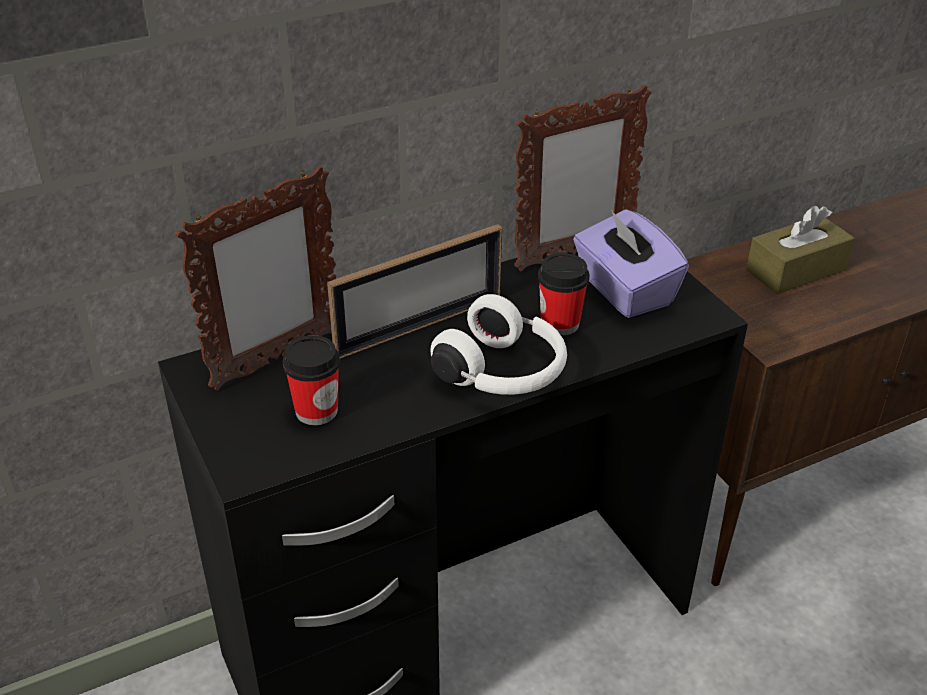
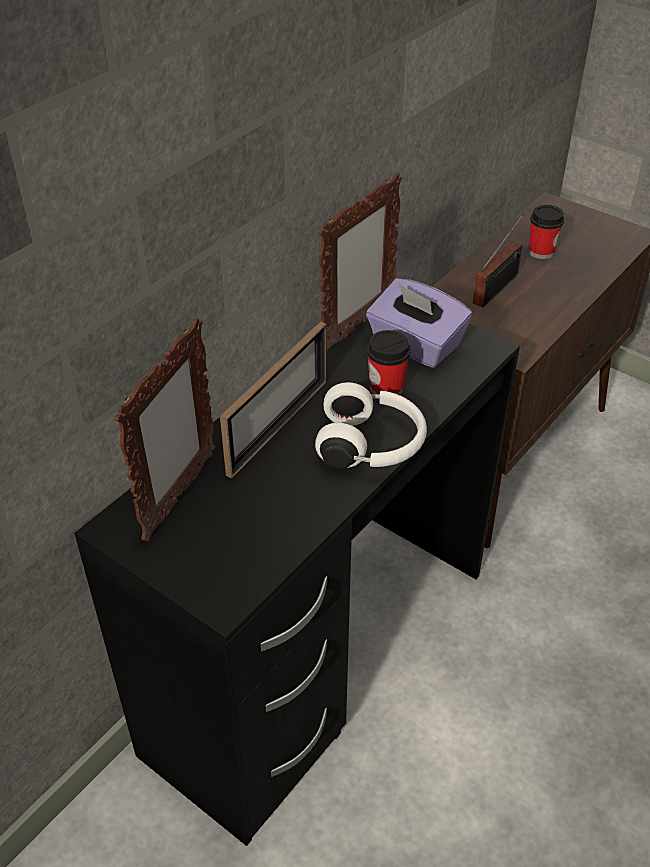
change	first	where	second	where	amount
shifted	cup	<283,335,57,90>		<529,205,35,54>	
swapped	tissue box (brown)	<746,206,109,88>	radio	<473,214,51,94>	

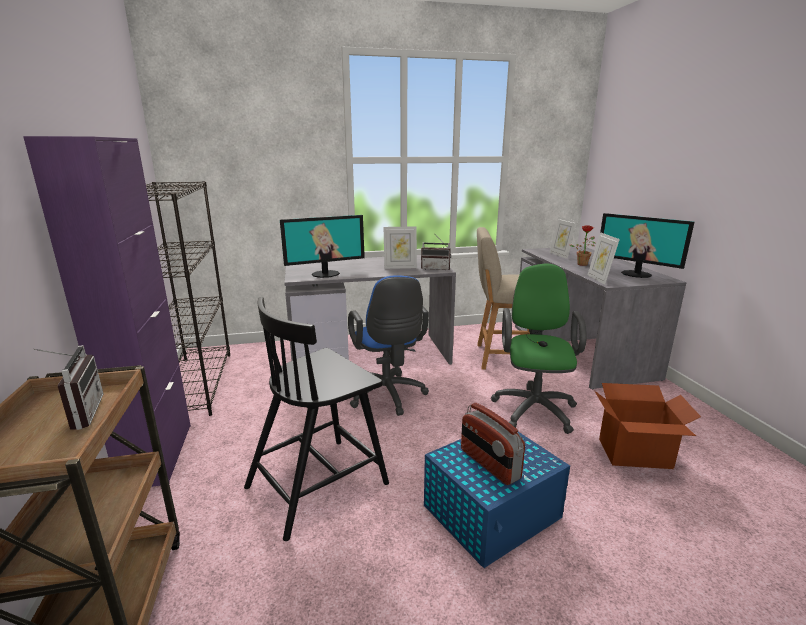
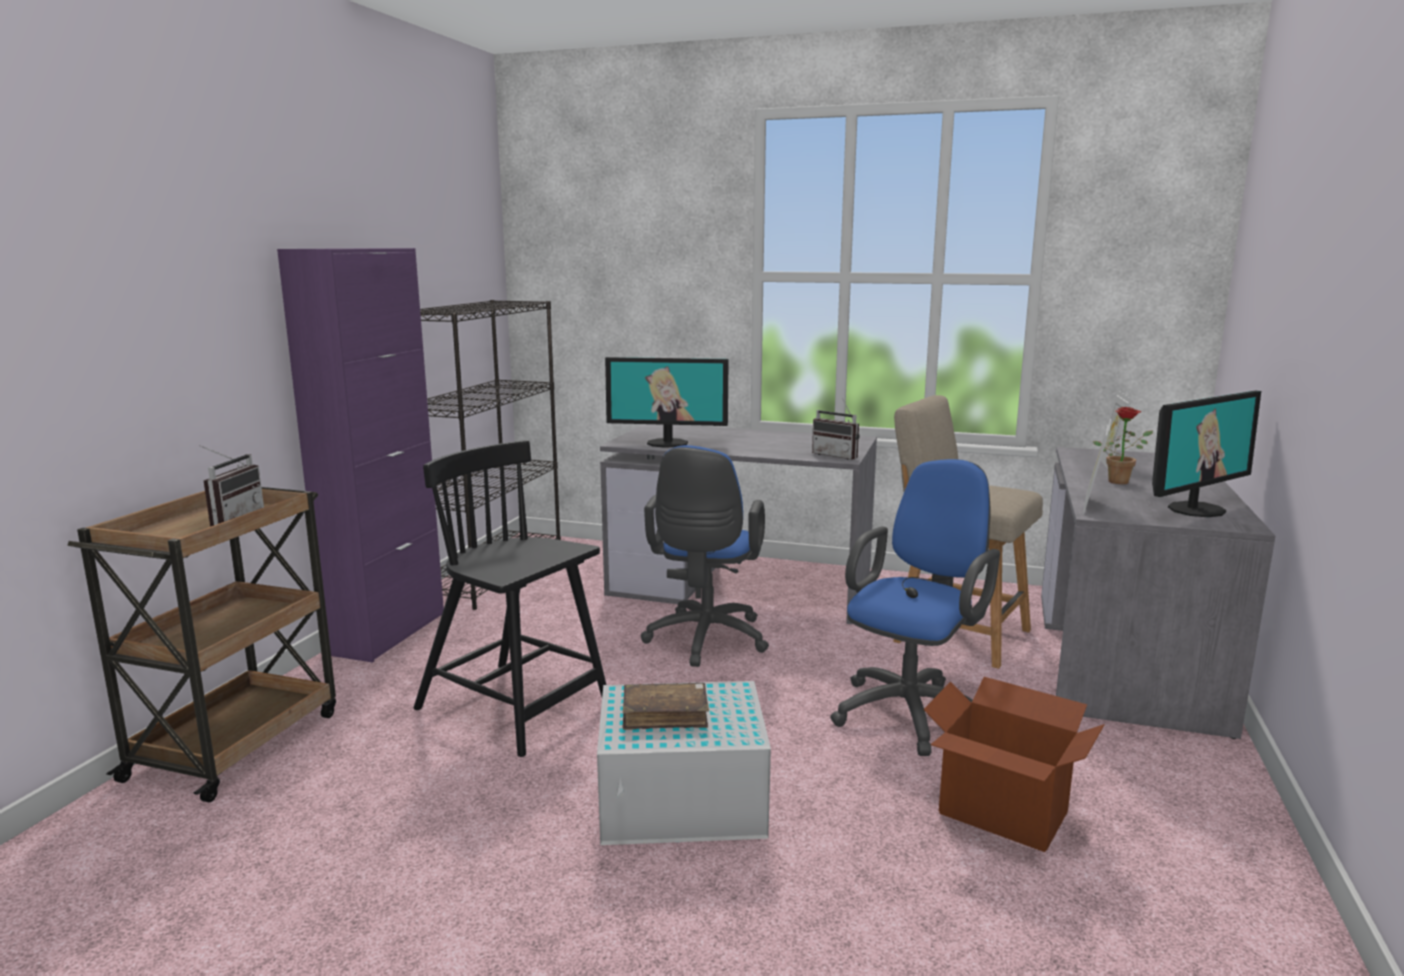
change	first	where	second	where	amount
rotated	chair (black)	<244,297,145,244>		<414,440,192,317>	45 degrees clockwise
gone	picture frame	<384,226,33,43>			
repainted	storage box (blue)	<424,432,146,136>	storage box (white)	<597,681,174,164>	
swapped	radio	<461,403,64,82>	book (brown)	<623,683,86,47>	
repainted	office chair (green)	<491,264,96,170>	office chair (blue)	<830,459,170,297>	
rotated	monitor	<600,213,94,65>		<1152,390,109,127>	105 degrees counterclockwise

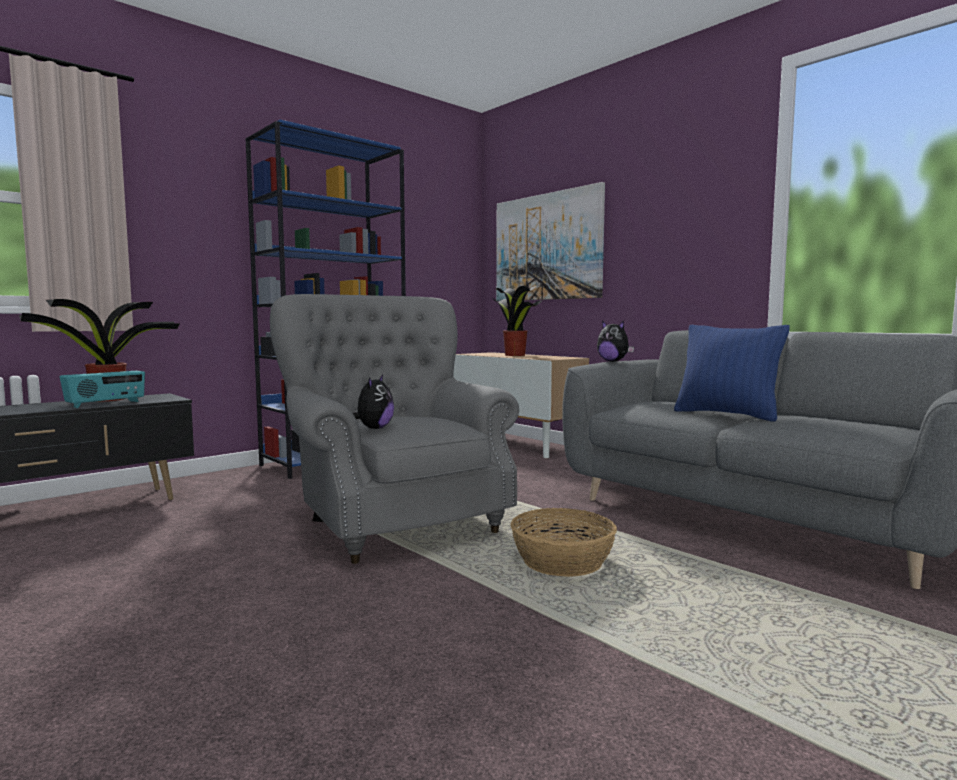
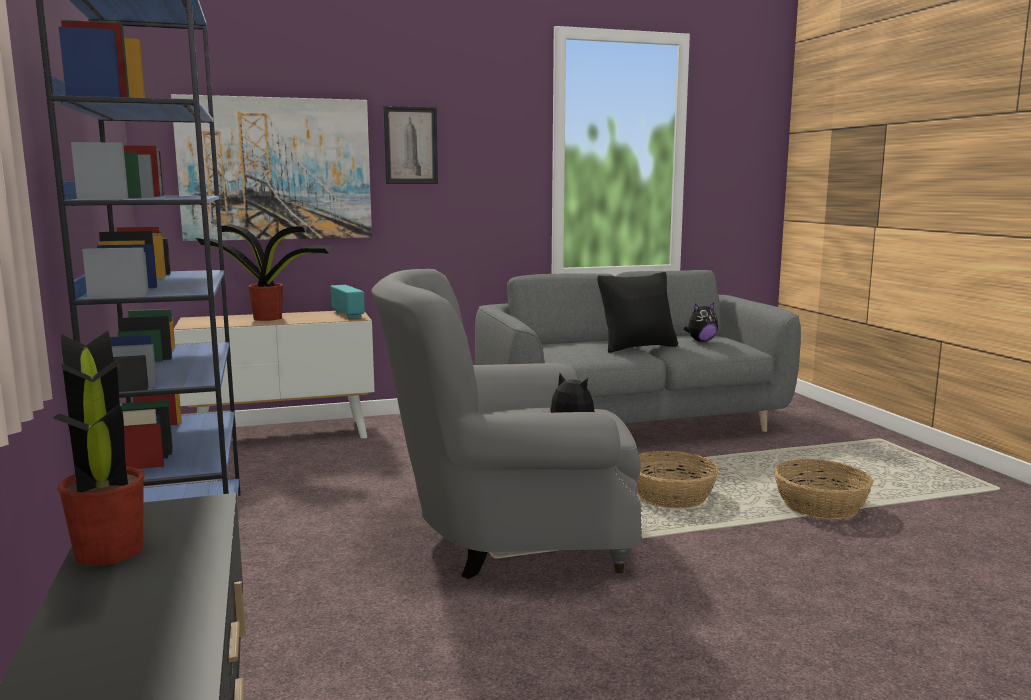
change	first	where	second	where	amount
shifted	radio	<60,371,85,37>		<330,285,34,34>	
shifted	plush toy	<597,321,37,41>		<684,303,34,39>	
repainted	pillow (blue)	<674,325,116,97>	pillow (black)	<597,272,81,81>	
new			picture	<383,106,55,78>	
new			basket	<774,459,99,61>	

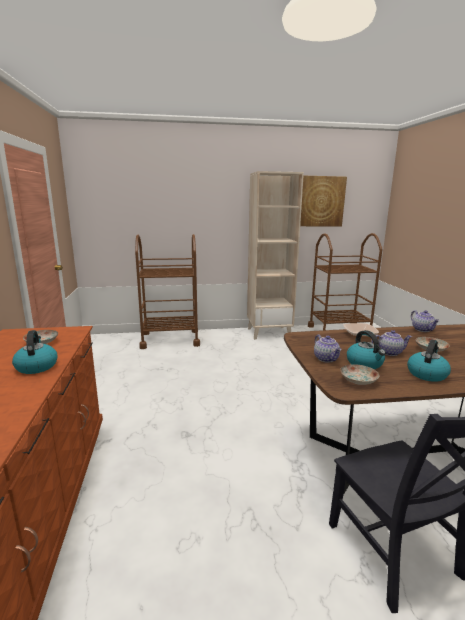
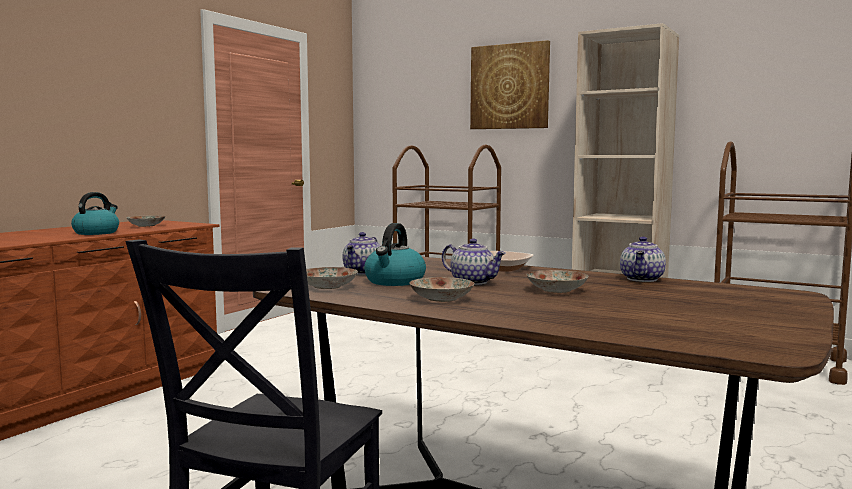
change	first	where	second	where	amount
shifted	picture	<300,176,47,51>		<470,40,80,89>	
swapped	kettle	<407,339,44,43>	plate	<409,277,66,25>	

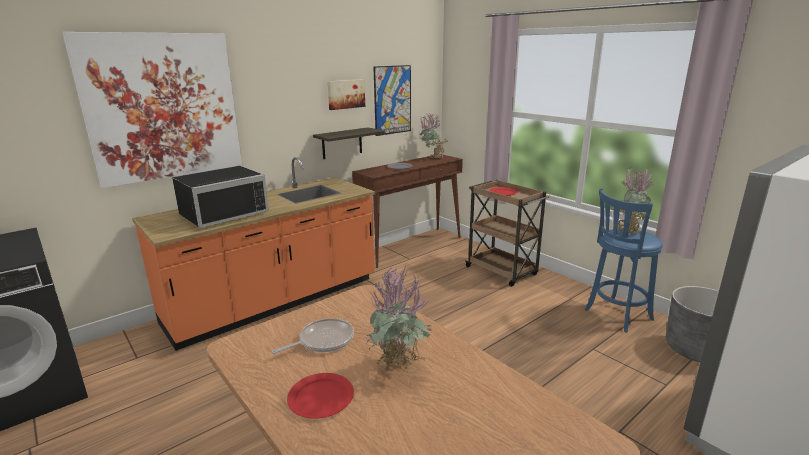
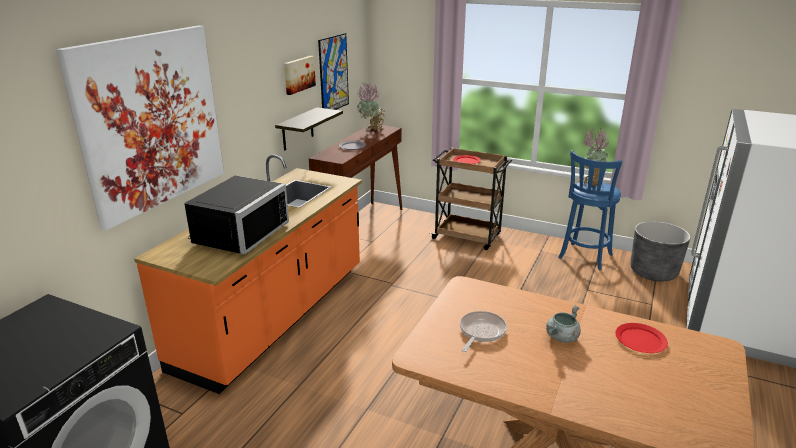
change	first	where	second	where	amount
shifted	plate (red)	<287,373,67,46>		<615,323,53,30>	
swapped	potted plant	<364,265,67,108>	cooking pot (grey)	<546,305,34,38>	

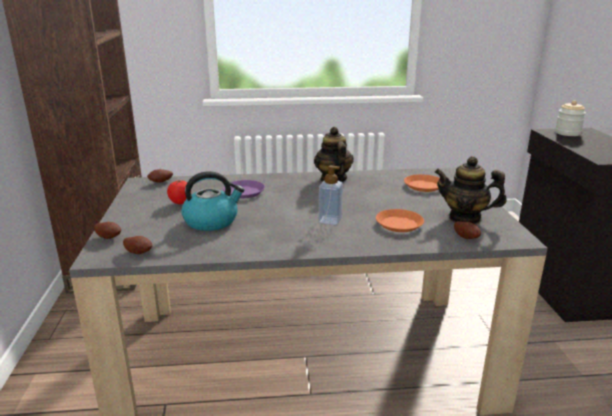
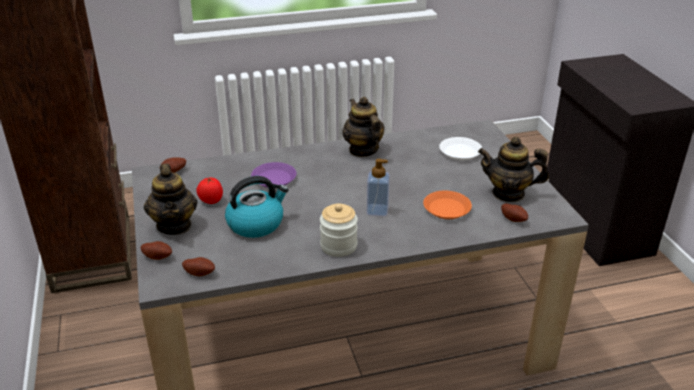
change	first	where	second	where	amount
repainted	plate (orange)	<404,174,36,18>	plate (white)	<439,137,43,23>	
shifted	jar	<555,101,31,35>		<320,204,38,53>	
new			teapot	<144,164,54,71>	

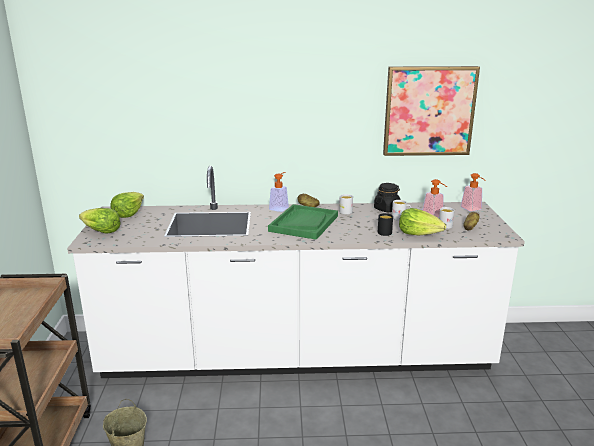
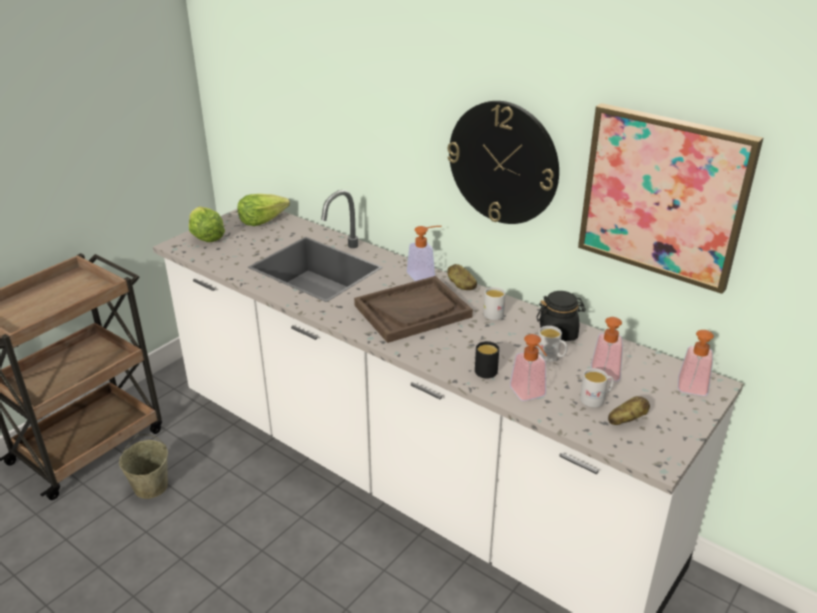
change	first	where	second	where	amount
repainted	tray (green)	<268,204,70,36>	tray (brown)	<354,276,119,67>	
swapped	lettuce	<399,208,47,28>	soap dispenser	<510,334,37,67>	
new			wall clock	<448,101,111,123>	

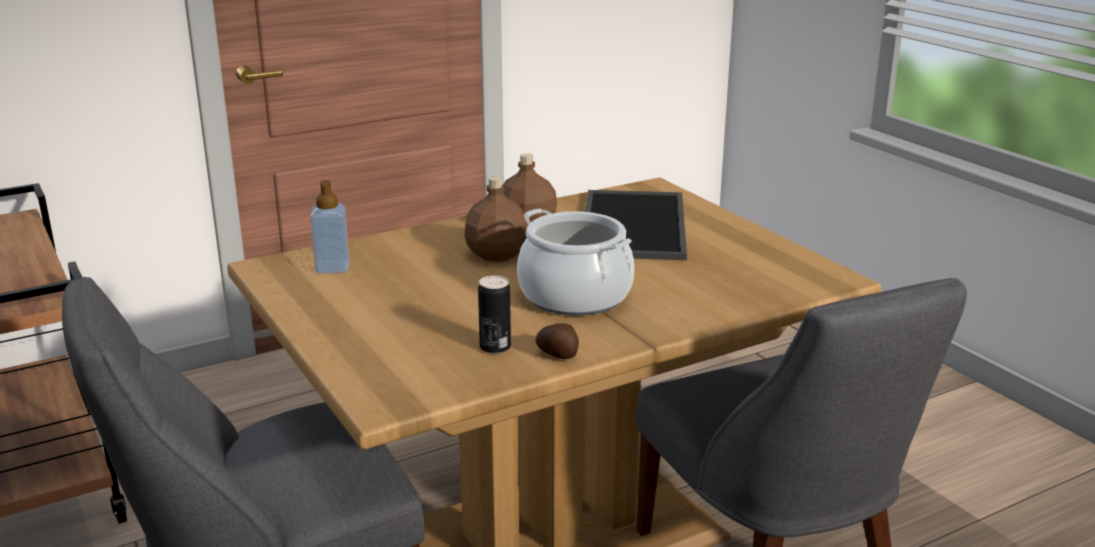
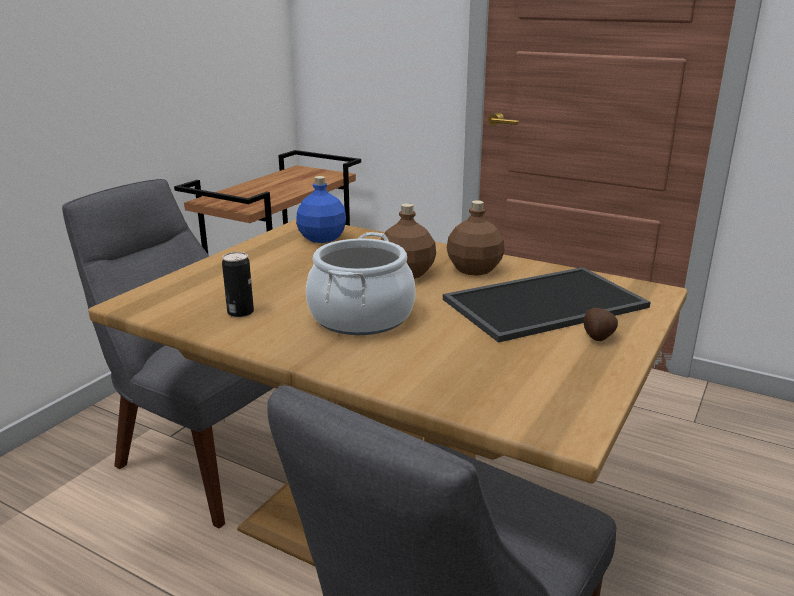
change	first	where	second	where	amount
swapped	soap dispenser	<310,180,39,94>	bottle (blue)	<296,176,50,67>	
shifted	potato	<536,323,43,36>		<583,308,35,33>	

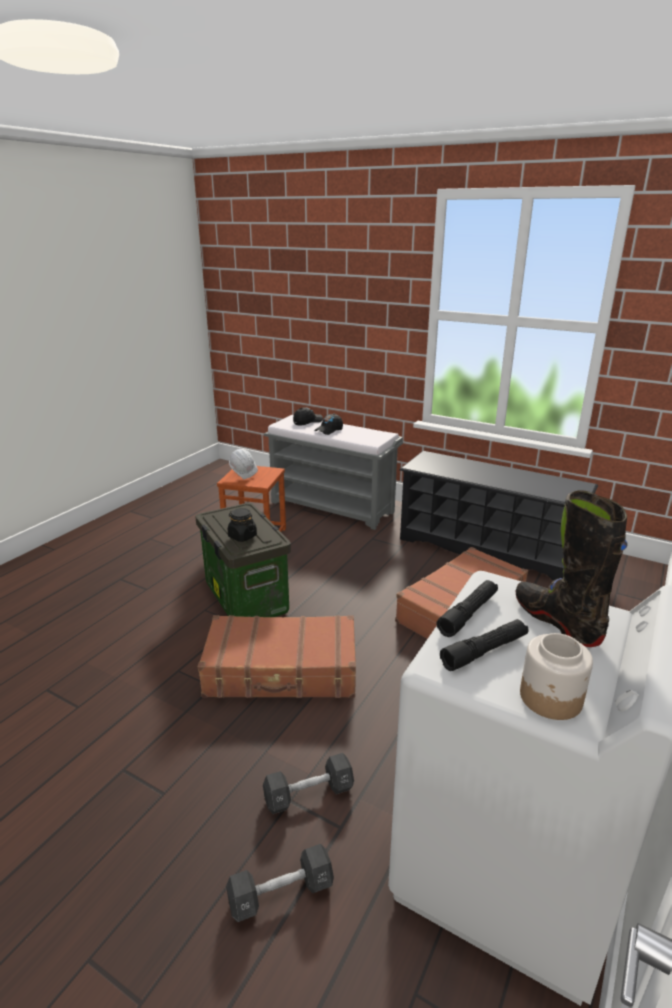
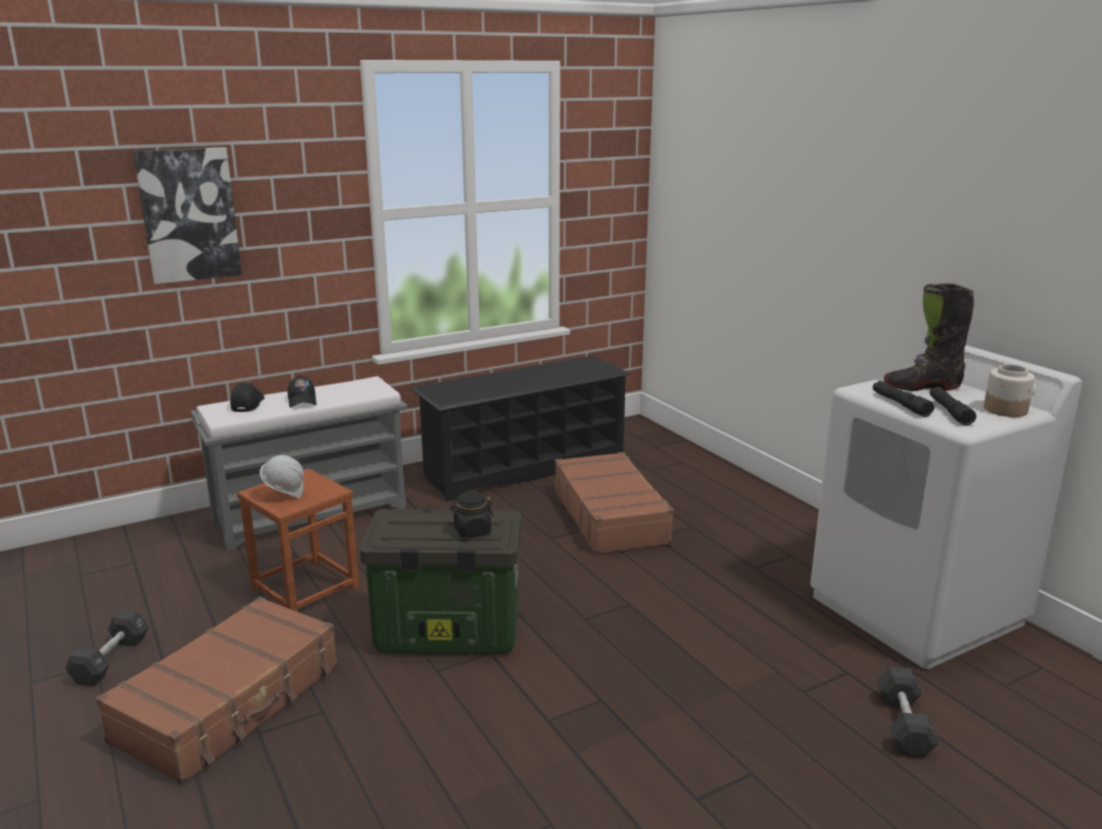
change	first	where	second	where	amount
shifted	suitcase (brown)	<198,615,158,83>		<96,597,242,188>	
shifted	dumbbell (black)	<263,753,91,61>		<65,610,84,76>	
new			picture	<133,147,109,137>	

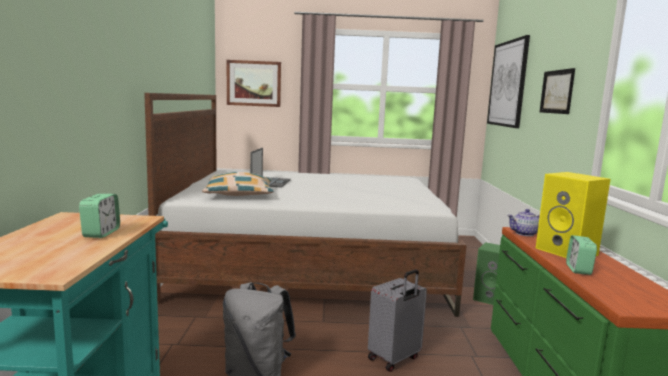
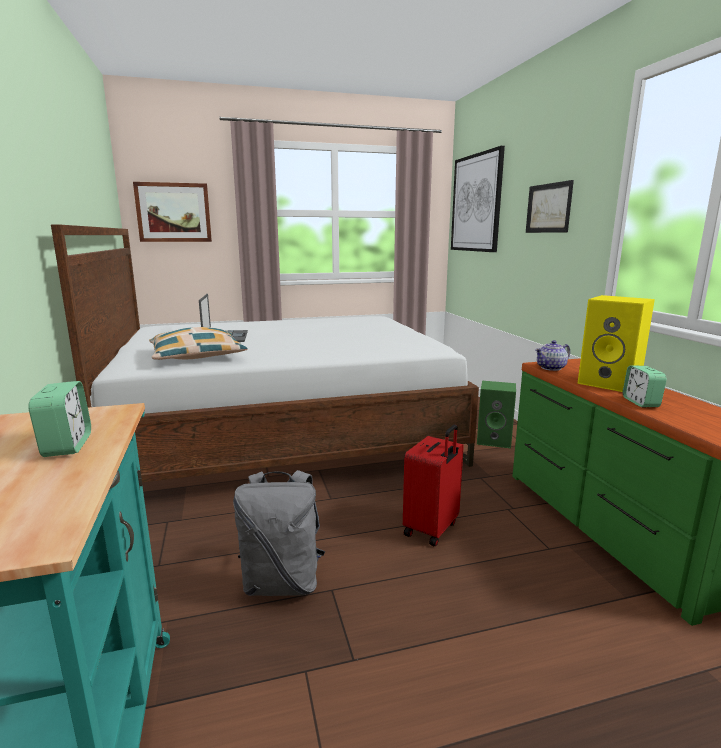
change	first	where	second	where	amount
repainted	suitcase (grey)	<368,269,59,103>	suitcase (red)	<403,425,61,121>	

